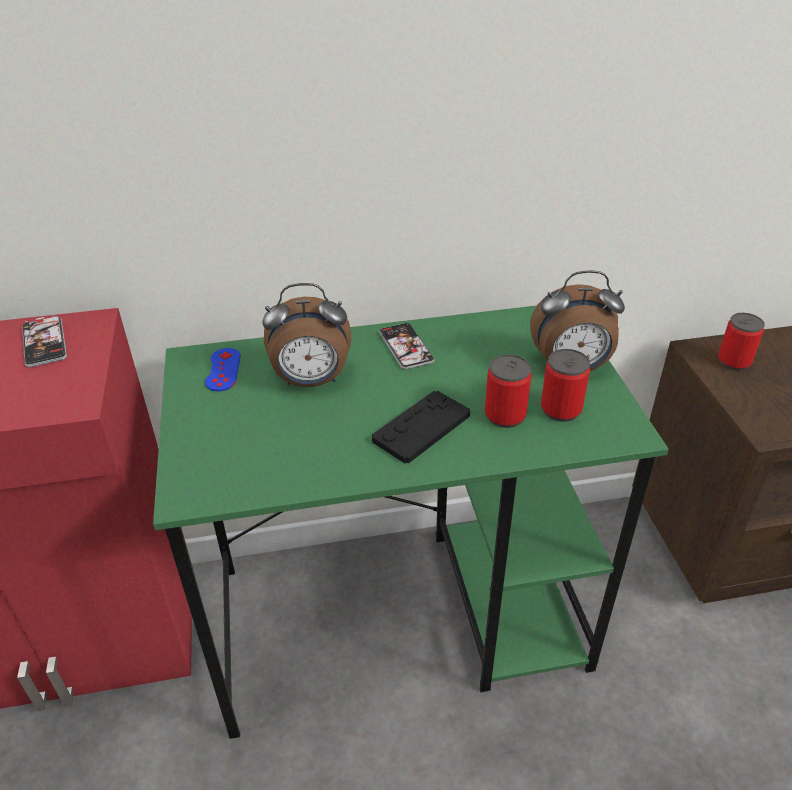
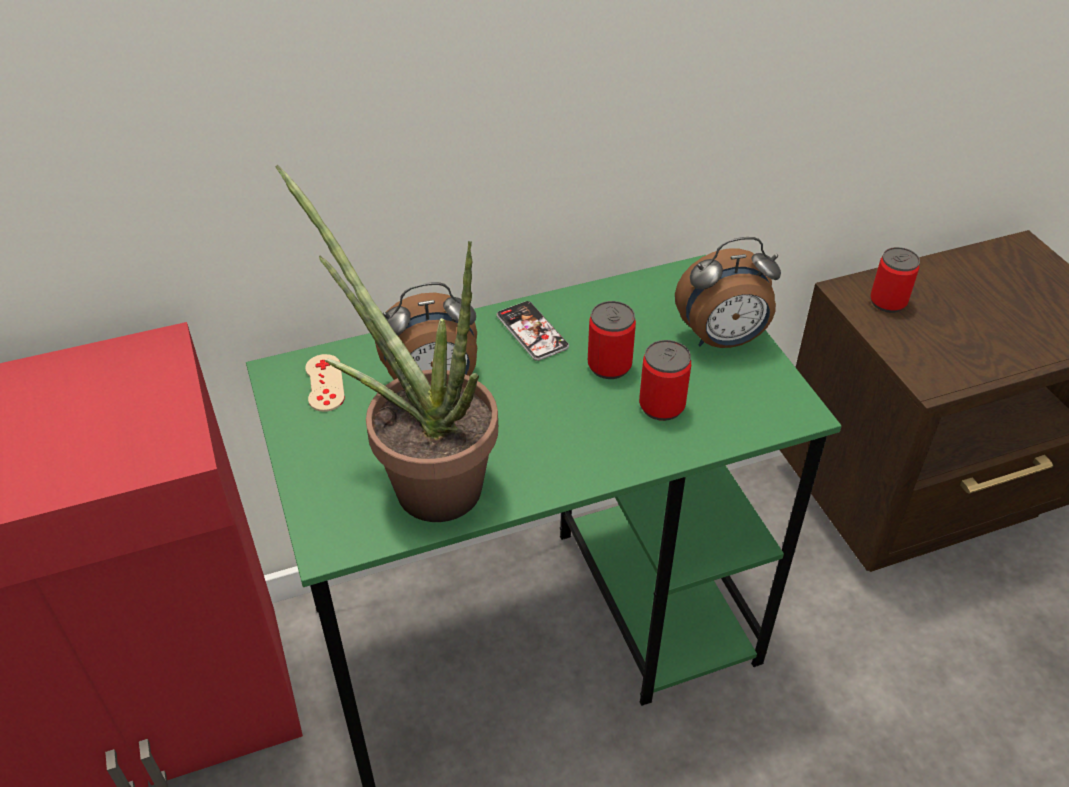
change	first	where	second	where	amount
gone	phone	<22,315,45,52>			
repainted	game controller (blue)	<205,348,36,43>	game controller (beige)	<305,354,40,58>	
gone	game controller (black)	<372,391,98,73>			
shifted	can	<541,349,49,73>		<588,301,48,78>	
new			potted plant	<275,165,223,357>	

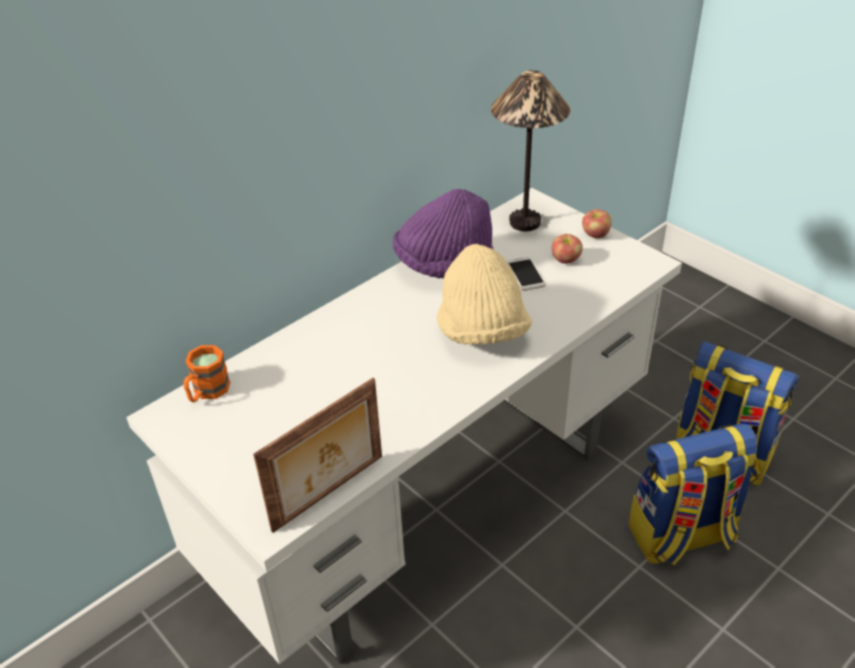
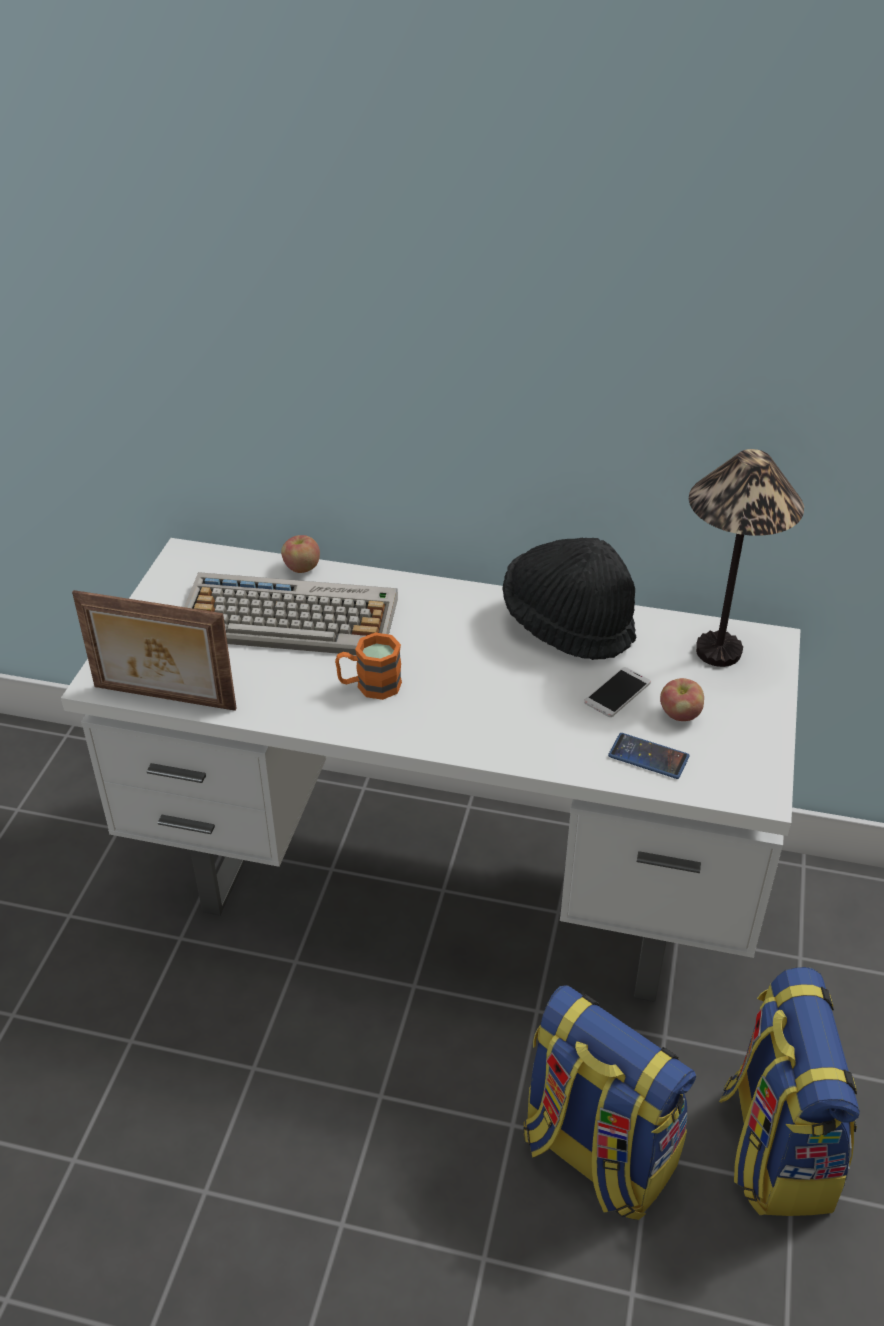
change	first	where	second	where	amount
shifted	mug (orange)	<184,345,46,57>		<335,633,67,67>	
repainted	hat (purple)	<393,189,100,90>	hat (black)	<502,538,135,122>	
gone	hat (beige)	<437,244,95,101>			
shifted	apple	<582,209,30,29>		<281,535,39,38>	
new			keyboard	<184,572,214,83>	
new			phone	<608,733,82,46>	

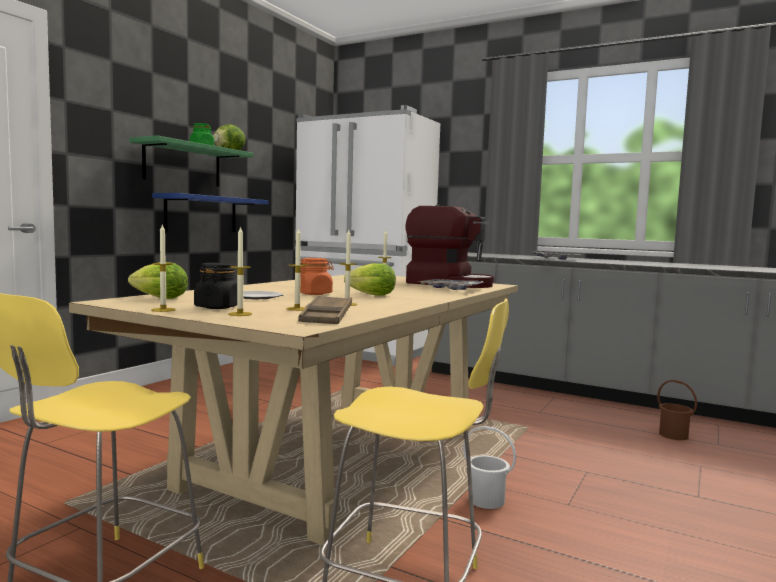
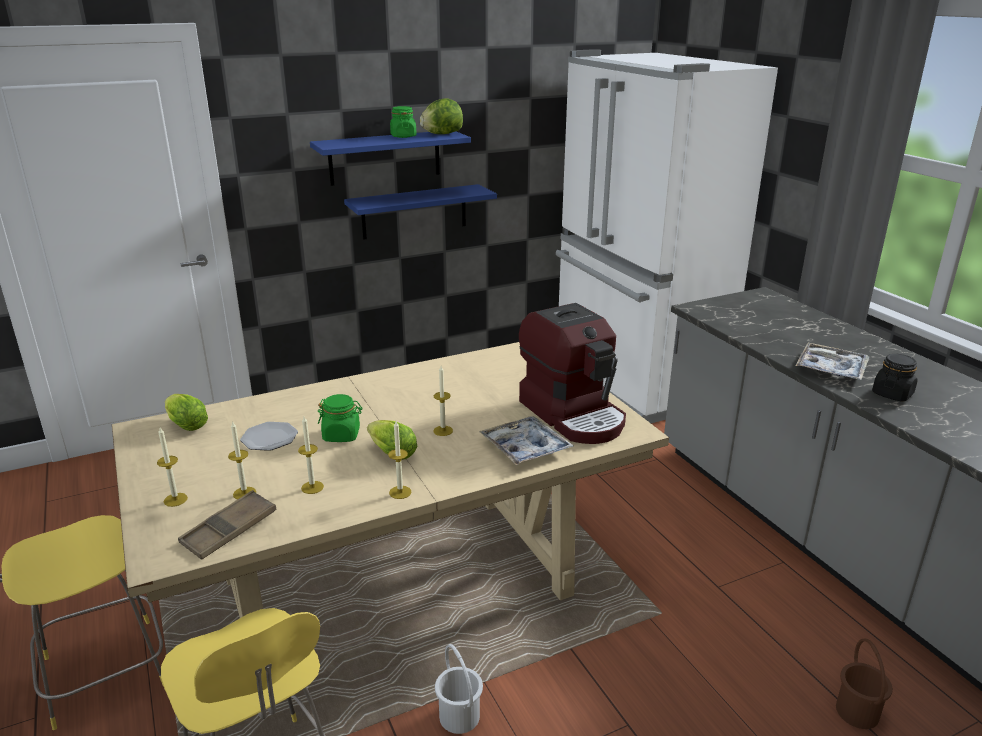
change	first	where	second	where	amount
repainted	shelf (green)	<129,135,125,52>	shelf (blue)	<310,132,161,54>	
shifted	candle	<151,224,24,88>		<388,421,24,78>	
shifted	jar (black)	<194,263,43,46>		<872,354,45,47>	
repainted	jar (orange)	<300,258,34,37>	jar (green)	<318,394,45,48>	

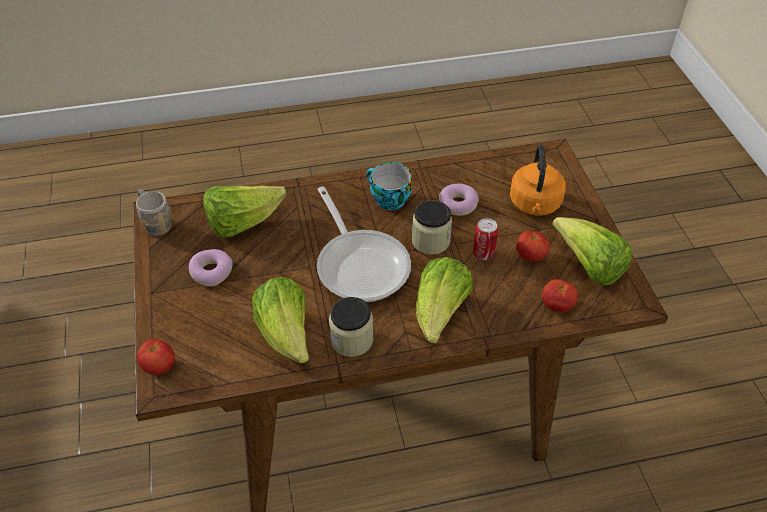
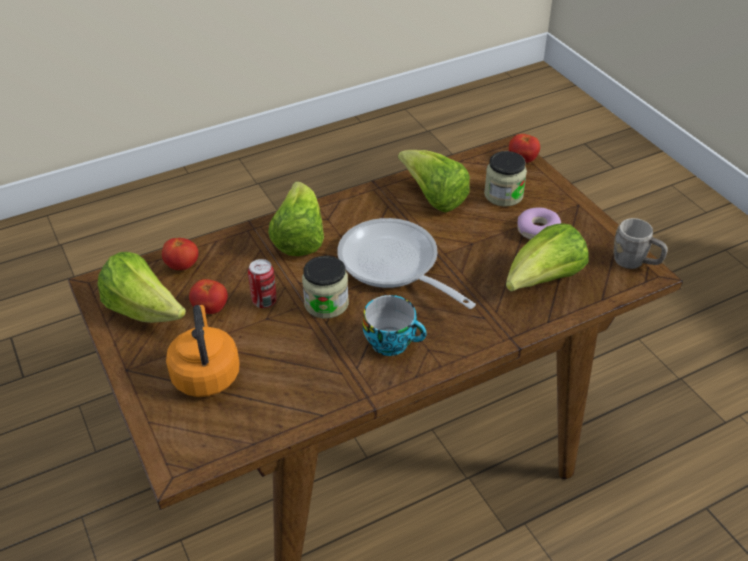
change	first	where	second	where	amount
shifted	jar	<329,297,44,60>		<484,151,43,56>	
gone	donut	<439,184,40,32>			

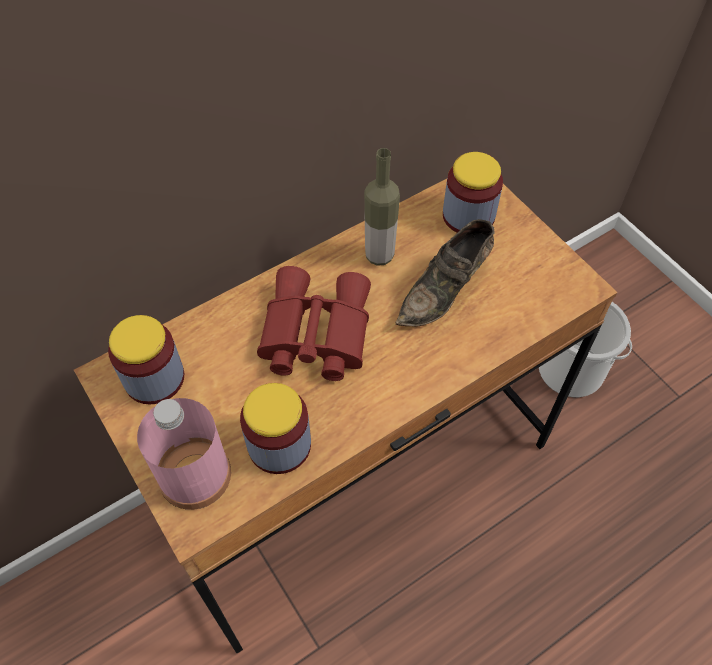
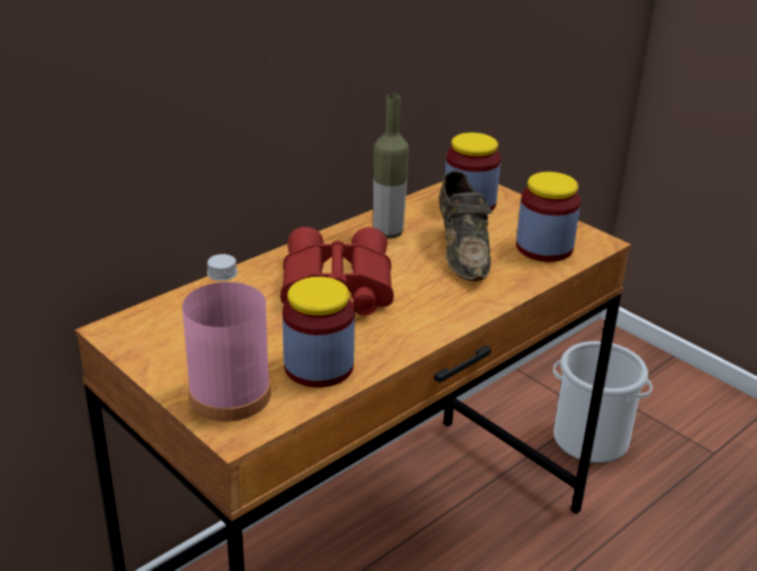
change	first	where	second	where	amount
shifted	jar	<108,315,76,90>		<516,172,65,90>	
rotated	shoe (brown)	<395,219,99,108>		<439,171,53,110>	45 degrees counterclockwise

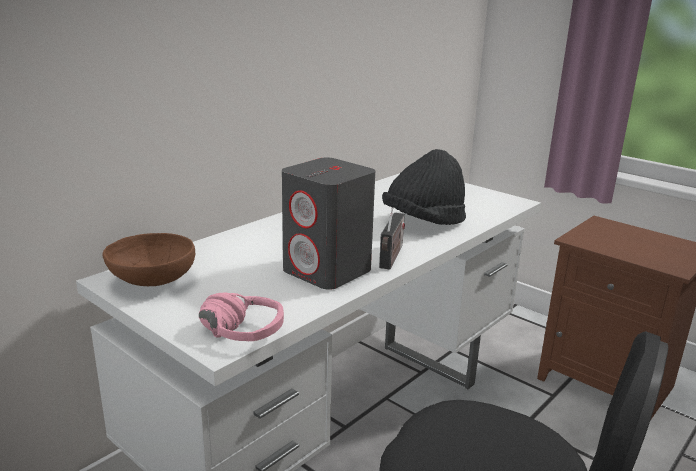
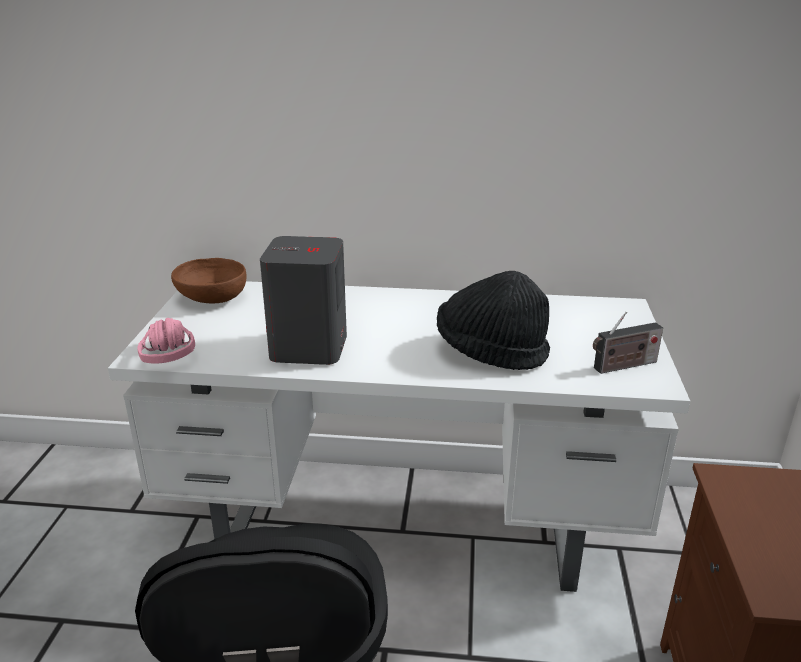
change	first	where	second	where	amount
shifted	radio	<379,207,26,63>		<593,312,70,62>	

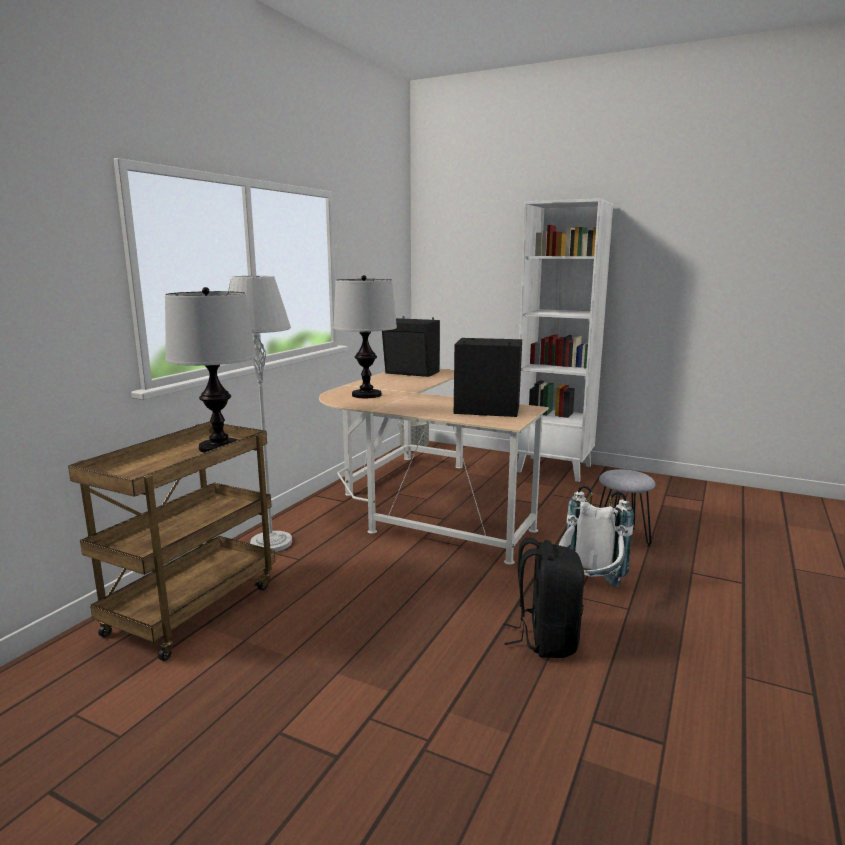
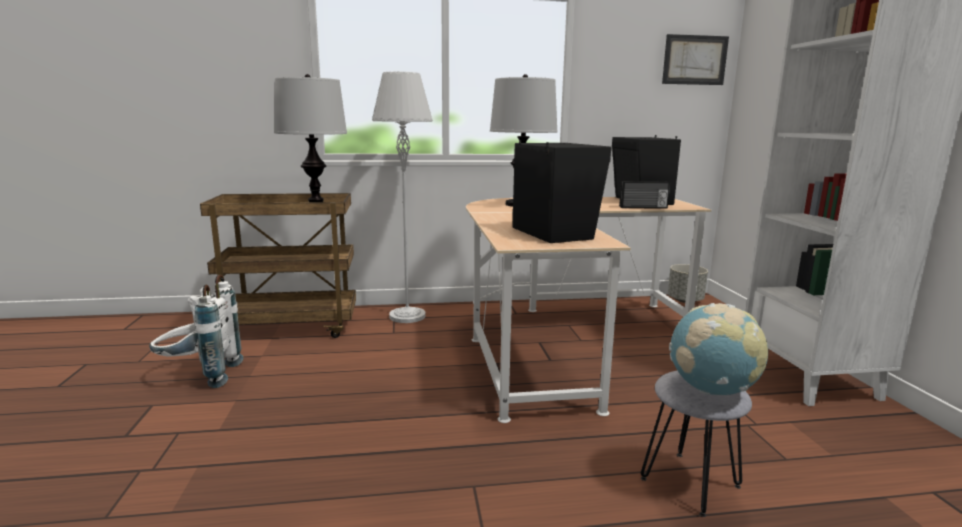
change	first	where	second	where	amount
gone	backpack (black)	<503,538,81,120>			
shifted	backpack (white)	<559,485,75,102>		<149,275,95,113>	
new			radio	<619,181,51,28>	
new			picture	<662,34,67,51>	
new			globe	<669,303,99,92>	

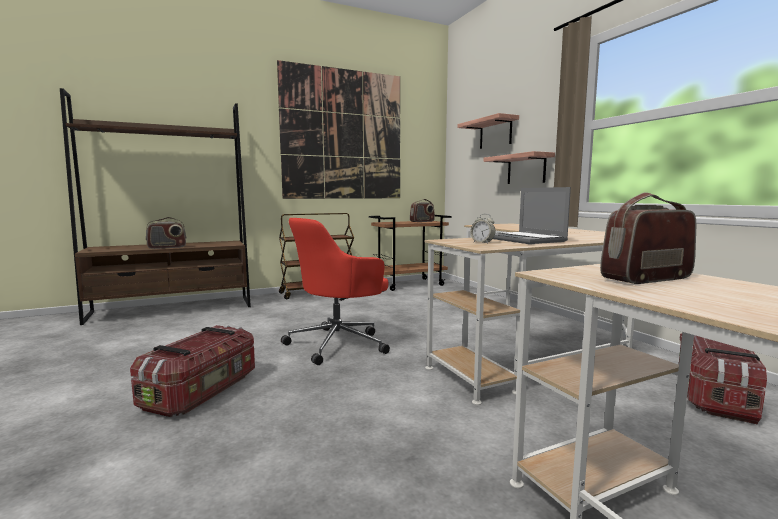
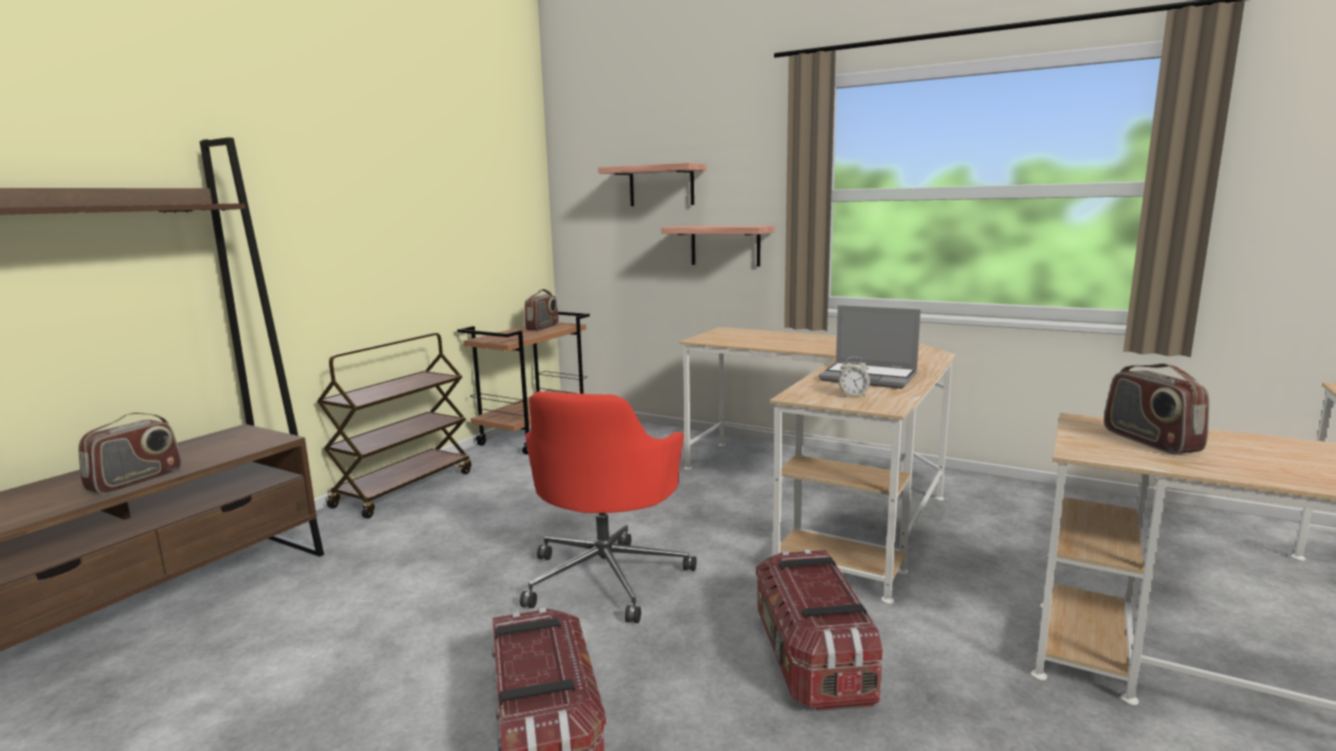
change	first	where	second	where	amount
gone	picture	<277,60,123,139>			
rotated	radio	<600,192,96,92>		<1104,363,106,91>	45 degrees counterclockwise
shifted	storage box	<679,334,88,91>		<756,549,127,162>	

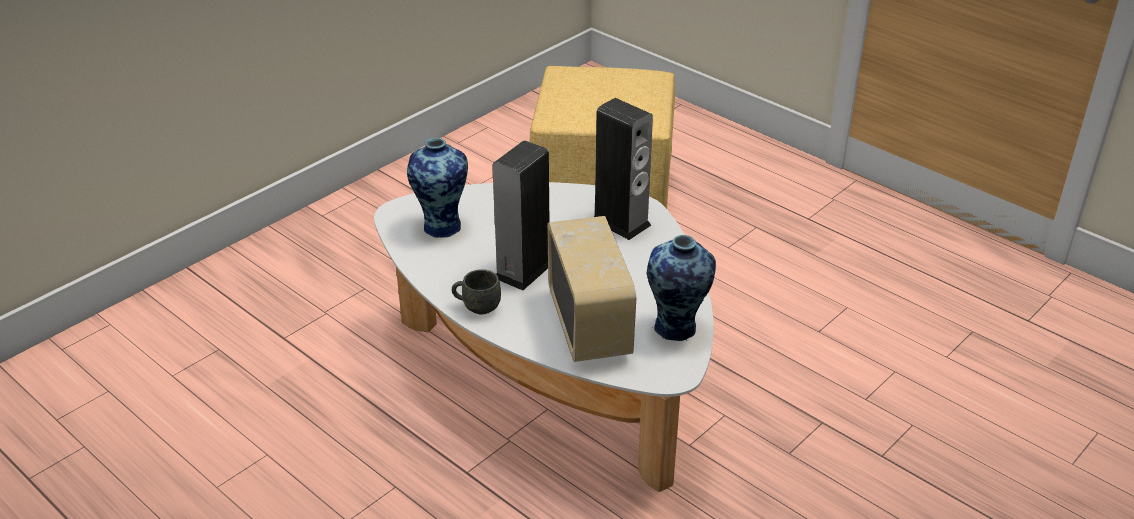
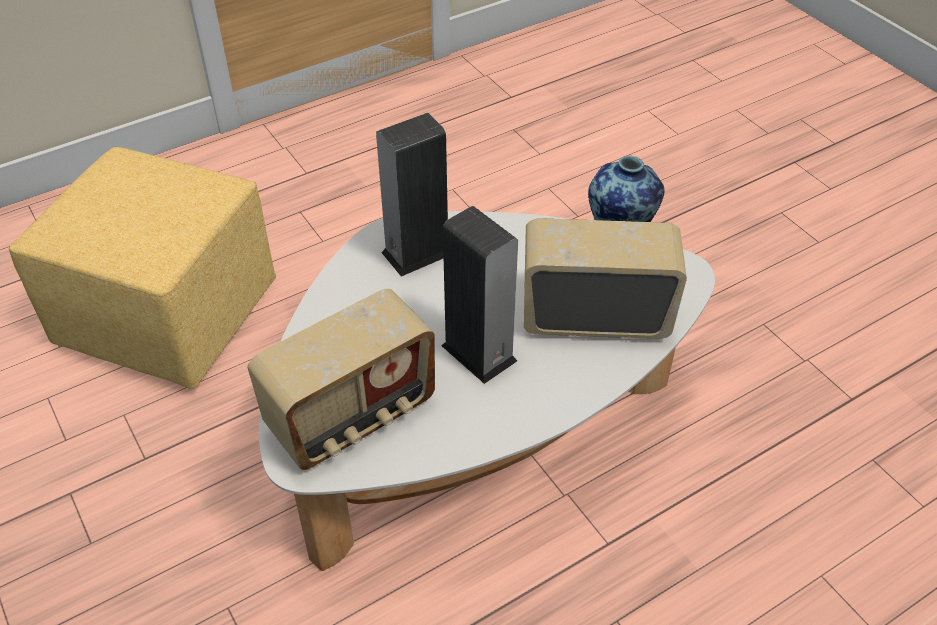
change	first	where	second	where	amount
swapped	vase	<407,138,61,100>	radio	<248,289,187,181>	
gone	mug (grey)	<452,269,49,46>			

